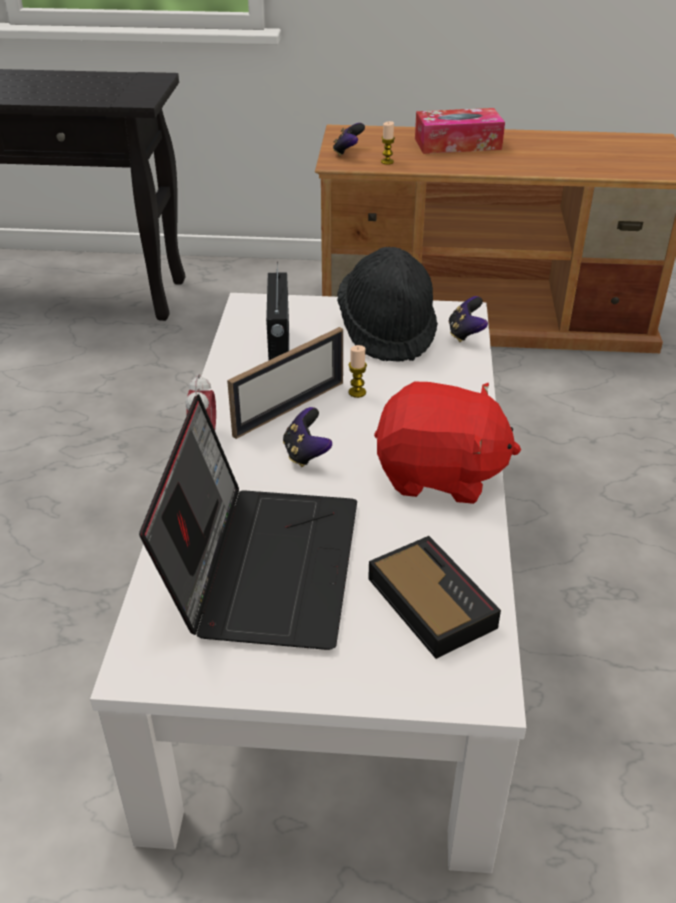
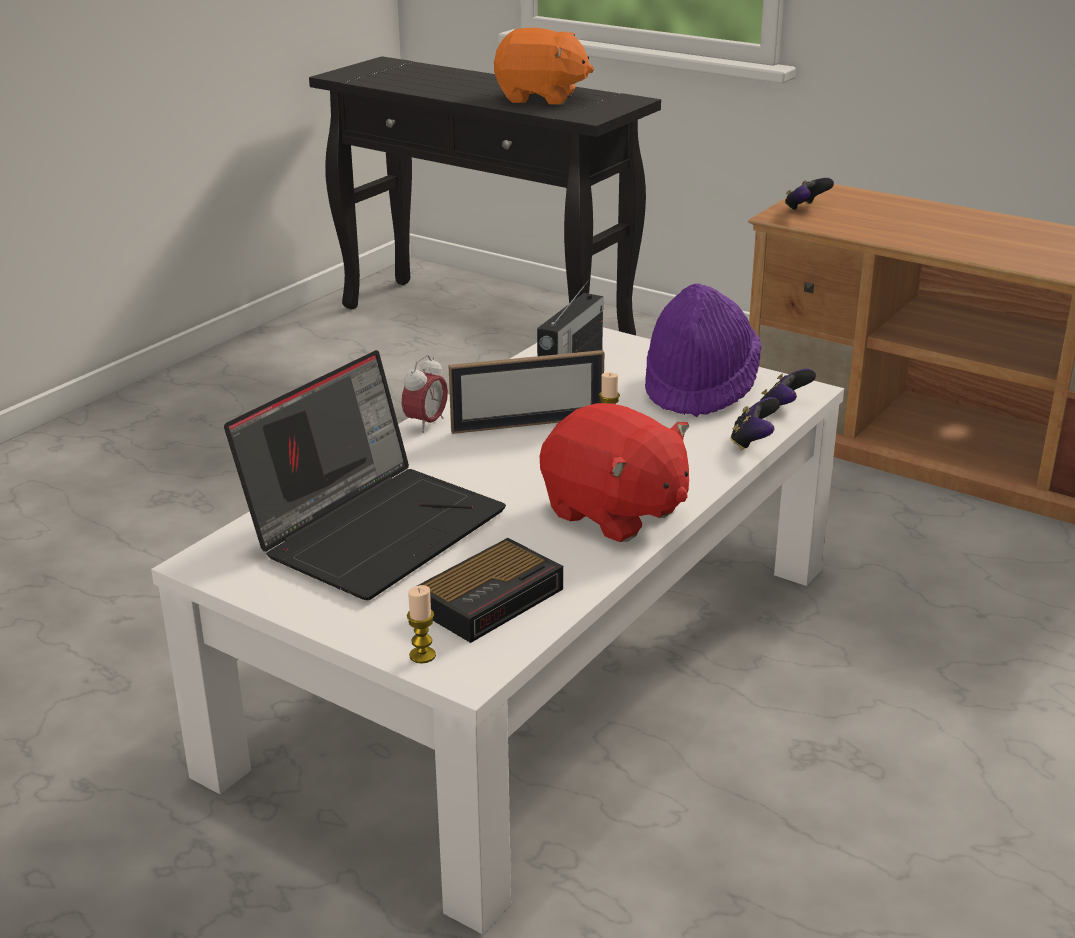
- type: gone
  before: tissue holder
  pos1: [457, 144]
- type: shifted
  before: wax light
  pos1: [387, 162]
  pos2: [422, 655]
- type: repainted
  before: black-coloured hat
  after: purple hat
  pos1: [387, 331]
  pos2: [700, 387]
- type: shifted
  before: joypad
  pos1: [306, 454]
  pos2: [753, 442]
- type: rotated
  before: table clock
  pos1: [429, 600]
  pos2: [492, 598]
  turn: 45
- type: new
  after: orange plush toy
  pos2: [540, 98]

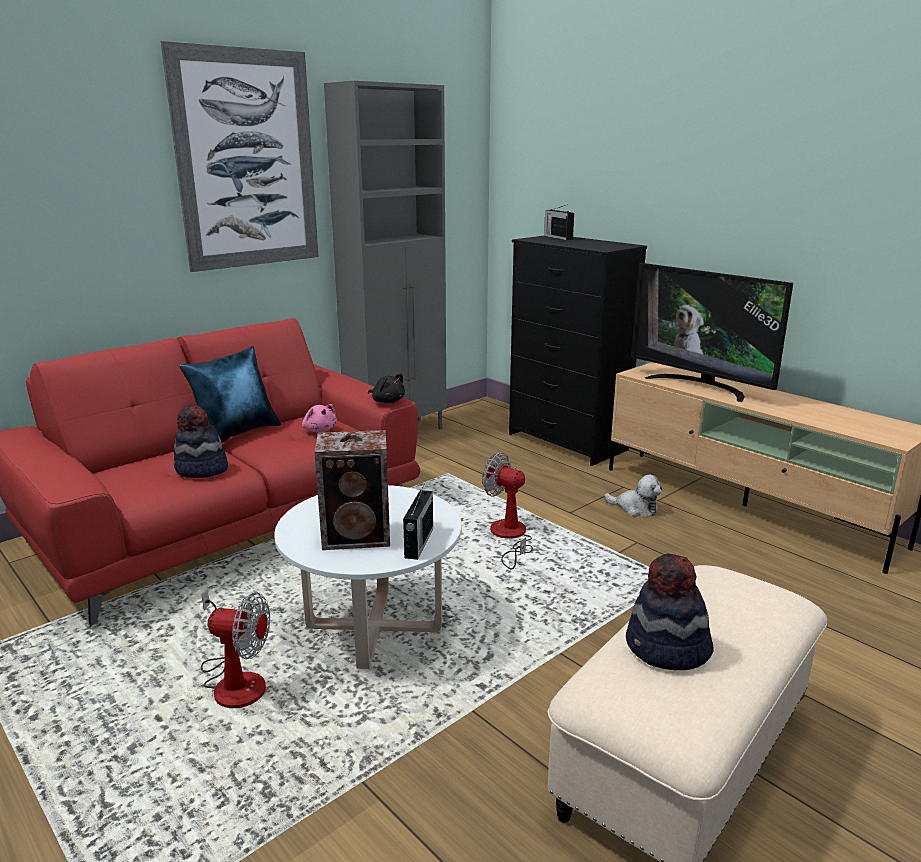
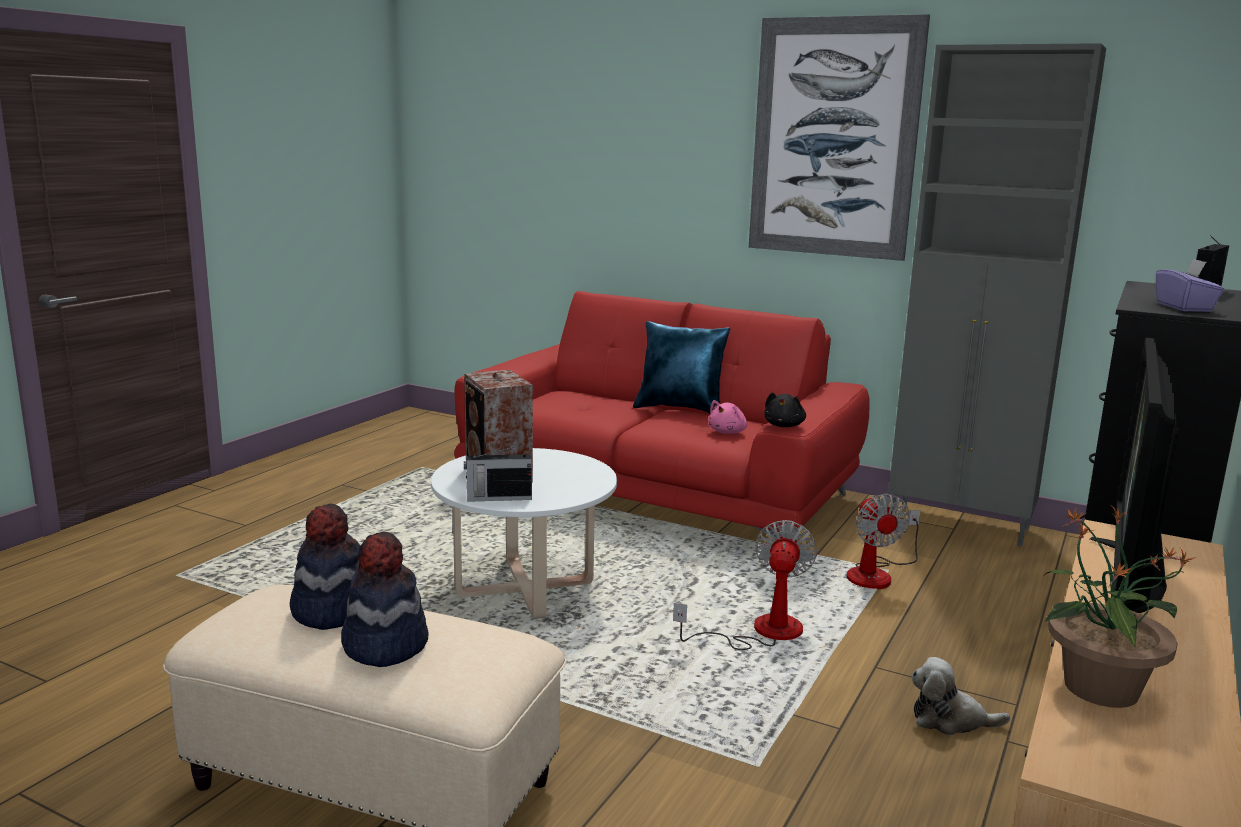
- type: shifted
  before: hat
  pos1: [201, 470]
  pos2: [384, 645]
- type: rotated
  before: plush toy
  pos1: [635, 508]
  pos2: [950, 720]
  turn: 90
- type: shifted
  before: cooling fan
  pos1: [235, 680]
  pos2: [877, 574]
- type: new
  after: purple tissue holder
  pos2: [1184, 307]
- type: new
  after: houseplant
  pos2: [1098, 689]

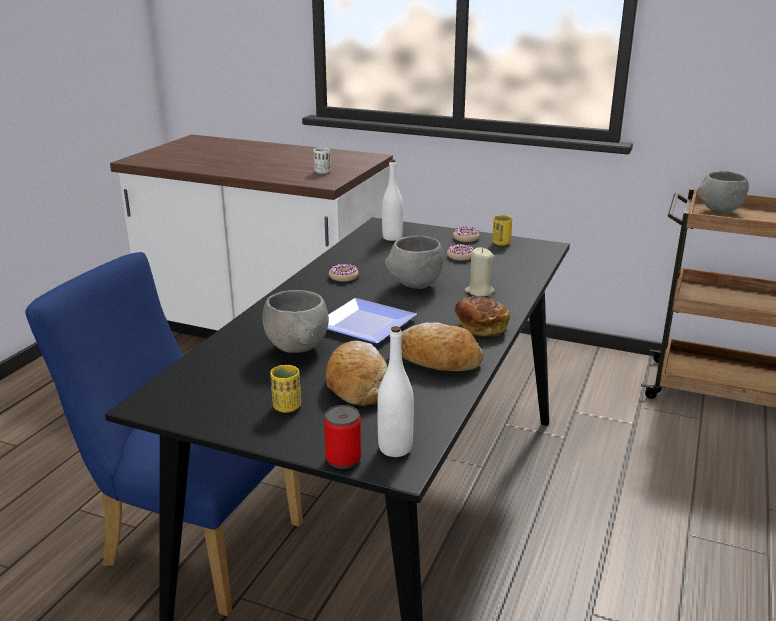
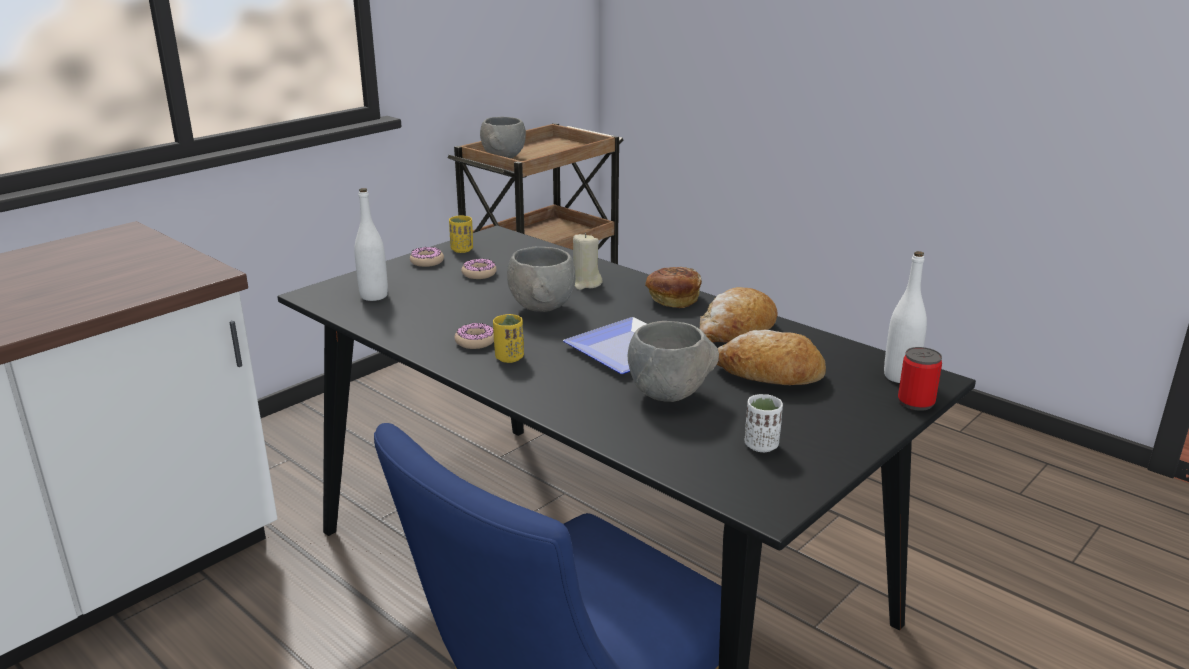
- type: shifted
  before: white-coloured cup
  pos1: [322, 172]
  pos2: [761, 445]
- type: shifted
  before: yellow-coloured cup
  pos1: [287, 407]
  pos2: [509, 358]

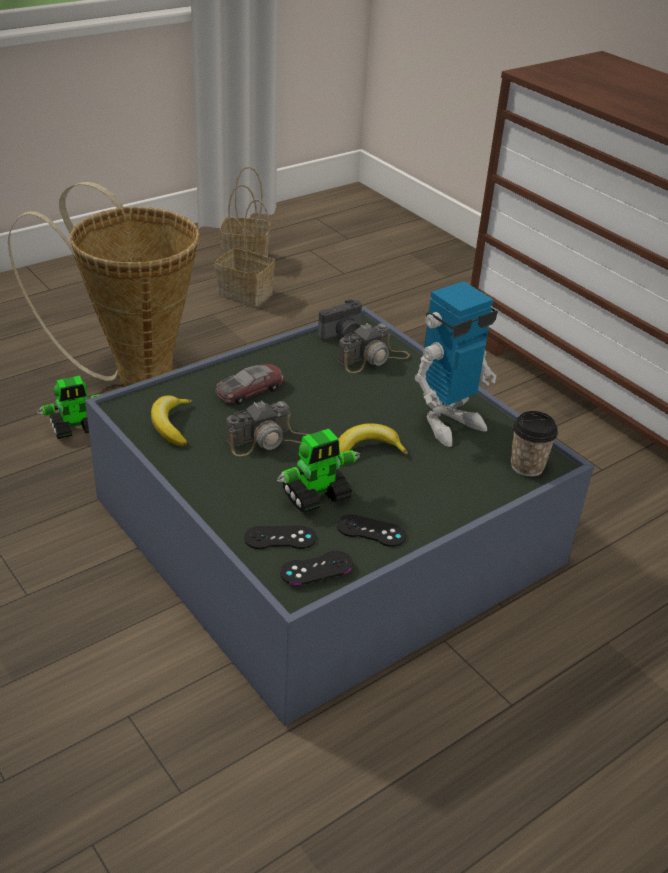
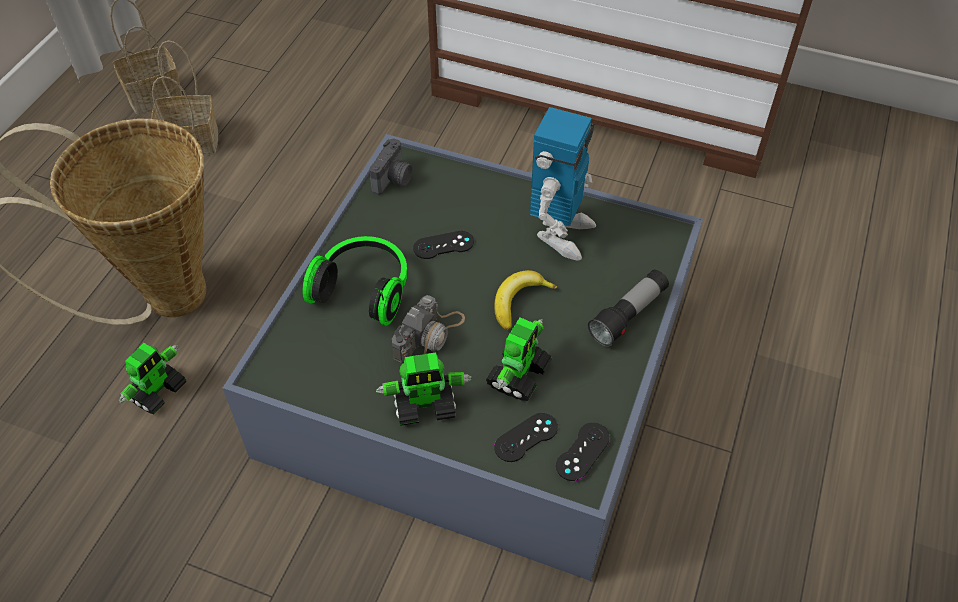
- type: gone
  before: still camera
  pos1: [373, 358]
- type: swapped
  before: miniature car
  after: headset
  pos1: [250, 390]
  pos2: [364, 289]
- type: gone
  before: banana
  pos1: [171, 425]
- type: gone
  before: cup
  pos1: [527, 466]
- type: shifted
  before: black-coloured joypad
  pos1: [371, 531]
  pos2: [443, 245]
- type: new
  after: flashlight
  pos2: [628, 315]
- type: new
  after: model robot
  pos2: [425, 405]

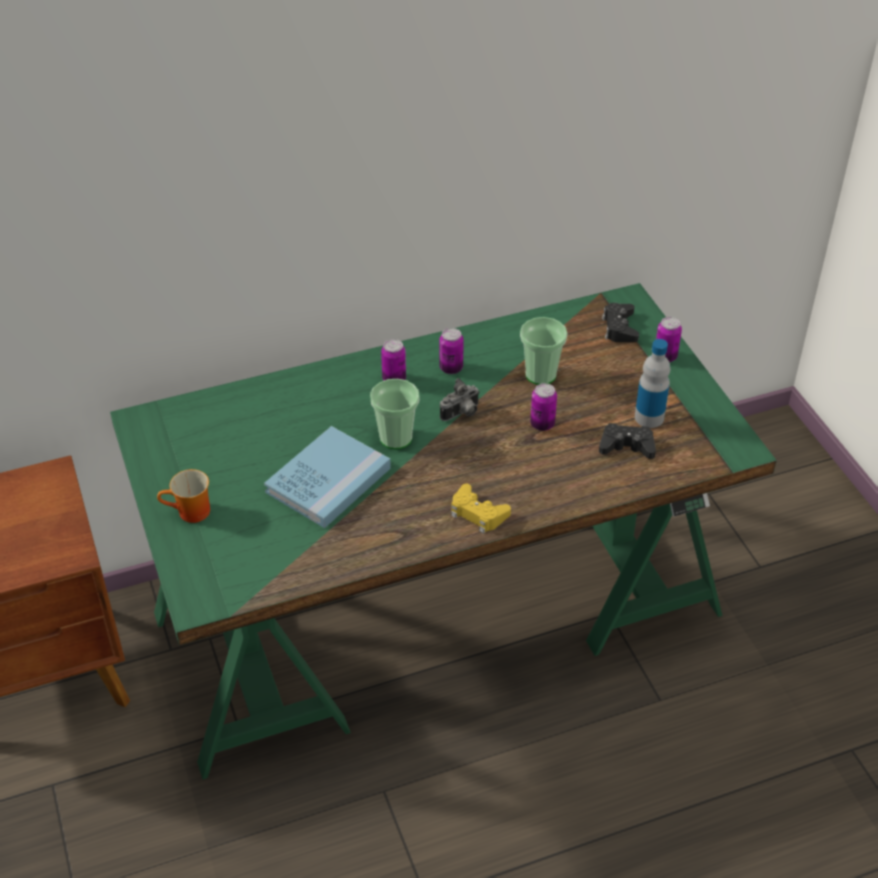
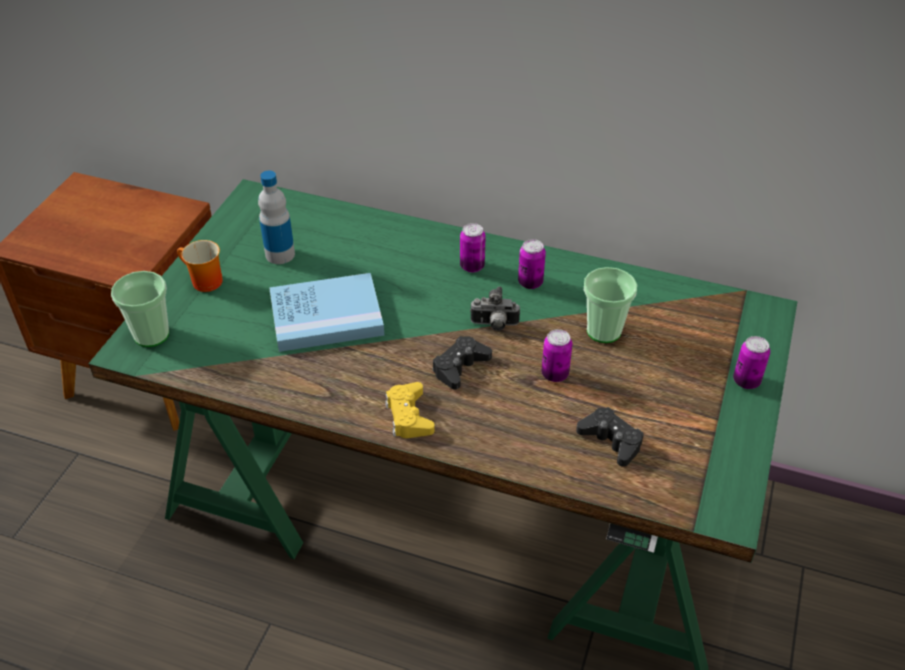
- type: shifted
  before: black-coloured joypad
  pos1: [619, 328]
  pos2: [460, 367]
- type: shifted
  before: drink bottle
  pos1: [649, 417]
  pos2: [280, 254]
- type: shifted
  before: cup
  pos1: [396, 438]
  pos2: [151, 335]

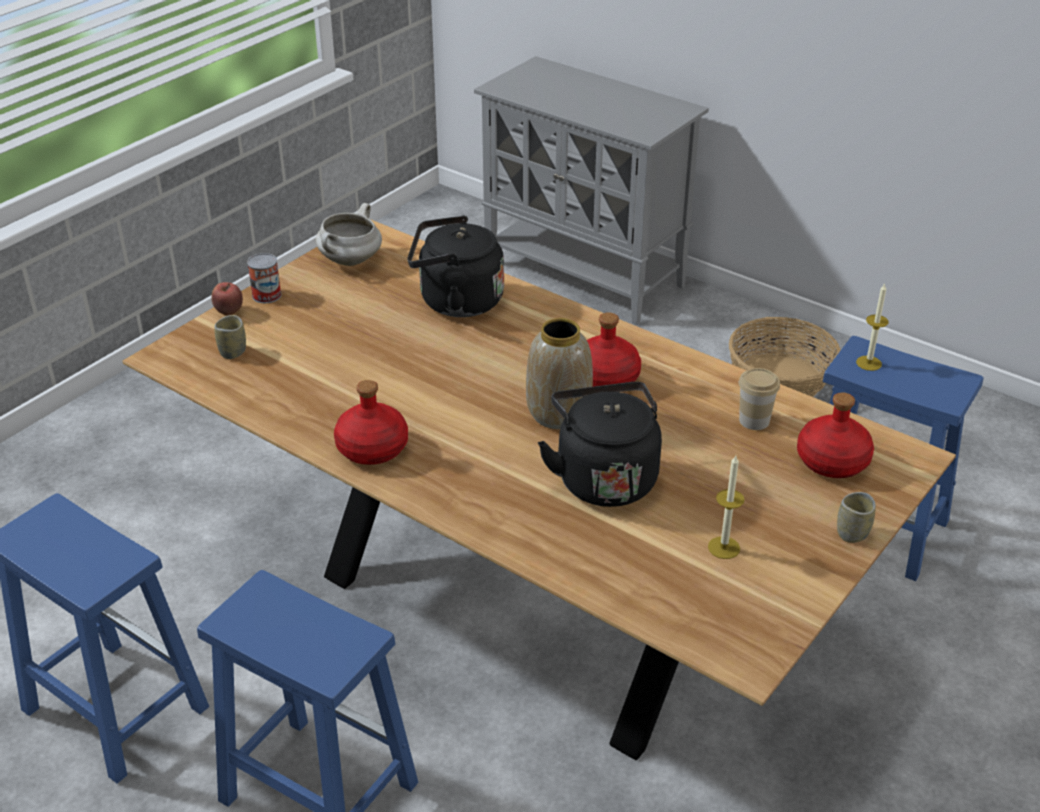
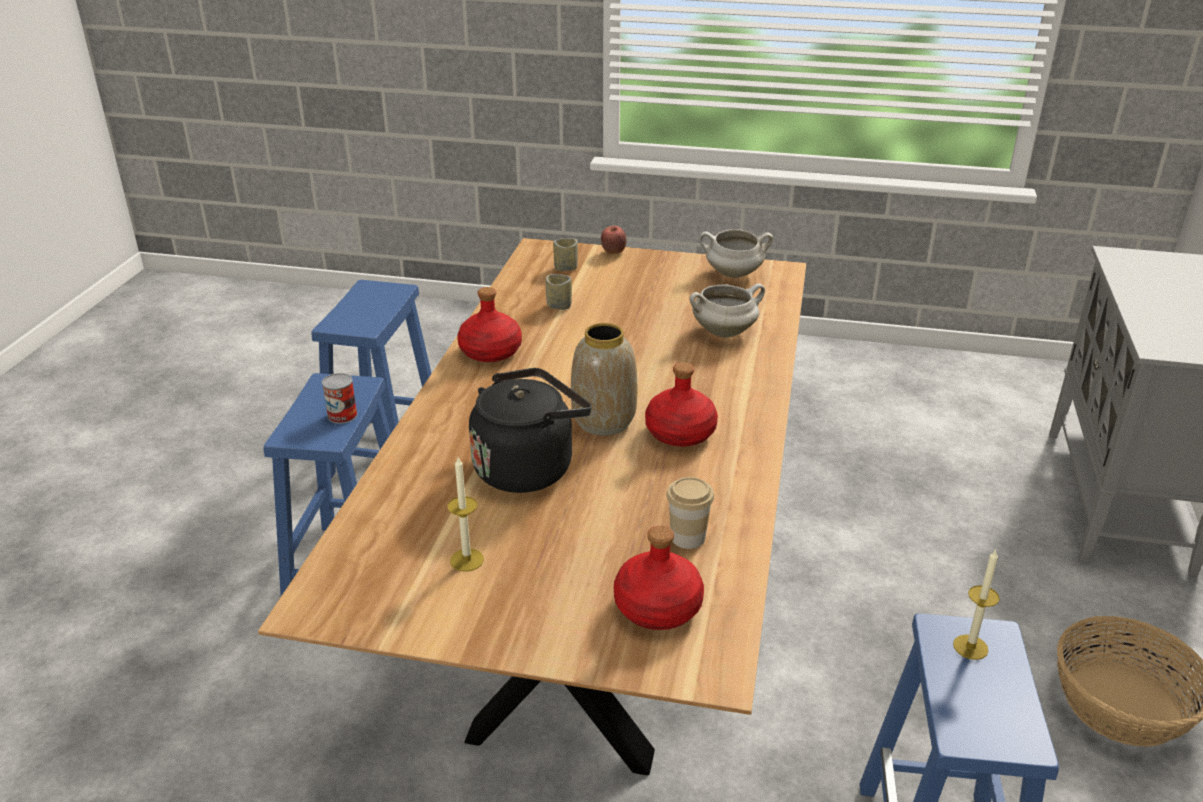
- type: swapped
  before: black-coloured water kettle
  after: white-coloured stockpot
  pos1: [455, 301]
  pos2: [724, 332]
- type: shifted
  before: sealed can
  pos1: [266, 295]
  pos2: [342, 415]
- type: shifted
  before: cup
  pos1: [852, 533]
  pos2: [559, 306]

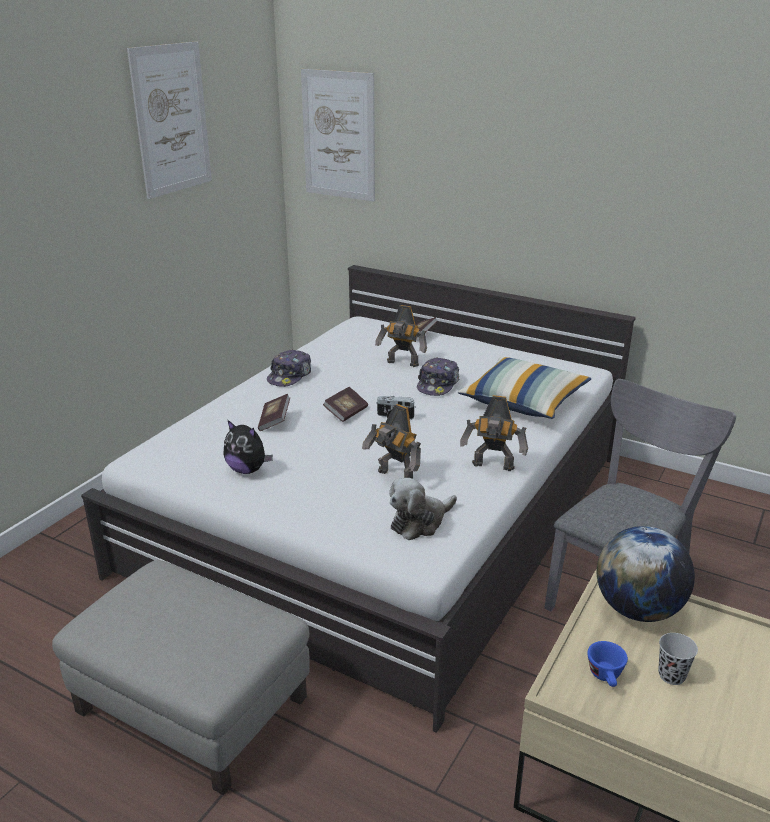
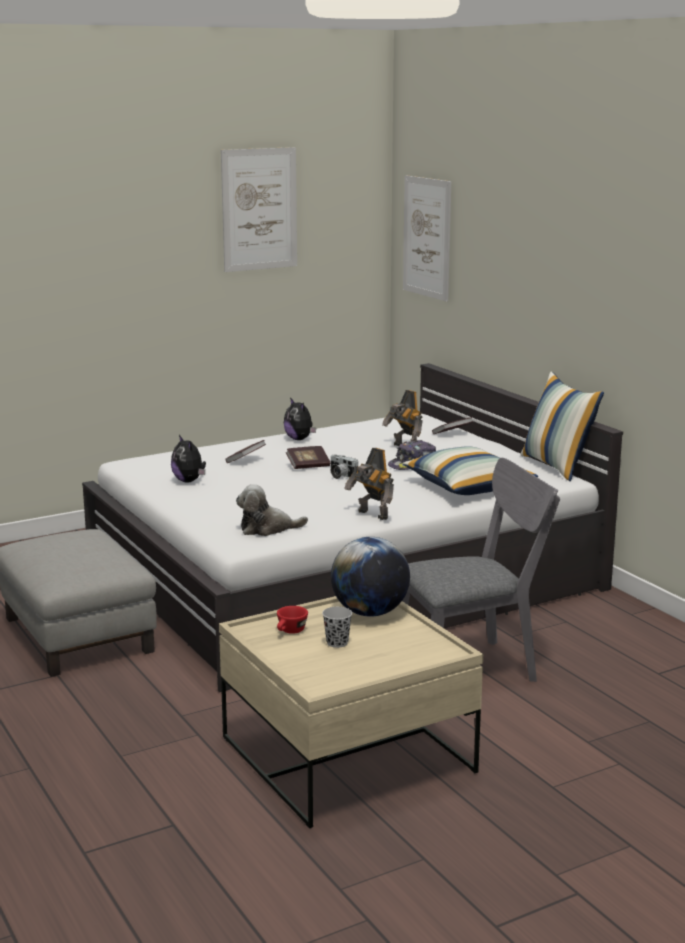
- type: swapped
  before: baseball cap
  after: plush toy
  pos1: [290, 376]
  pos2: [299, 439]
- type: gone
  before: model robot
  pos1: [394, 477]
- type: repainted
  before: blue-coloured cup
  after: reddish cup
  pos1: [606, 677]
  pos2: [290, 632]
- type: new
  after: throw pillow
  pos2: [557, 466]

